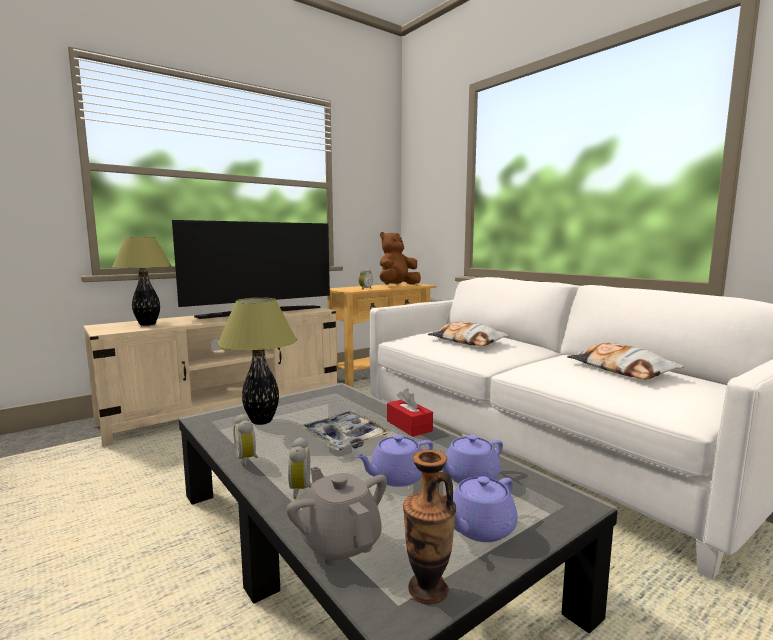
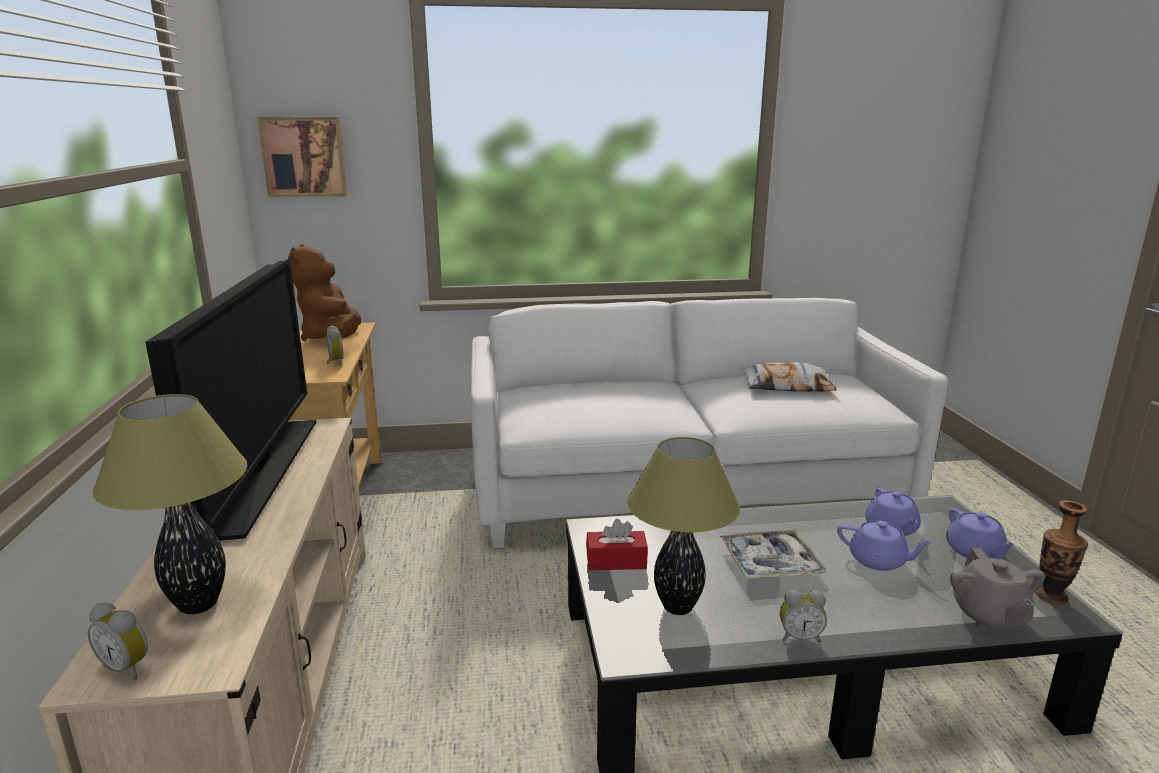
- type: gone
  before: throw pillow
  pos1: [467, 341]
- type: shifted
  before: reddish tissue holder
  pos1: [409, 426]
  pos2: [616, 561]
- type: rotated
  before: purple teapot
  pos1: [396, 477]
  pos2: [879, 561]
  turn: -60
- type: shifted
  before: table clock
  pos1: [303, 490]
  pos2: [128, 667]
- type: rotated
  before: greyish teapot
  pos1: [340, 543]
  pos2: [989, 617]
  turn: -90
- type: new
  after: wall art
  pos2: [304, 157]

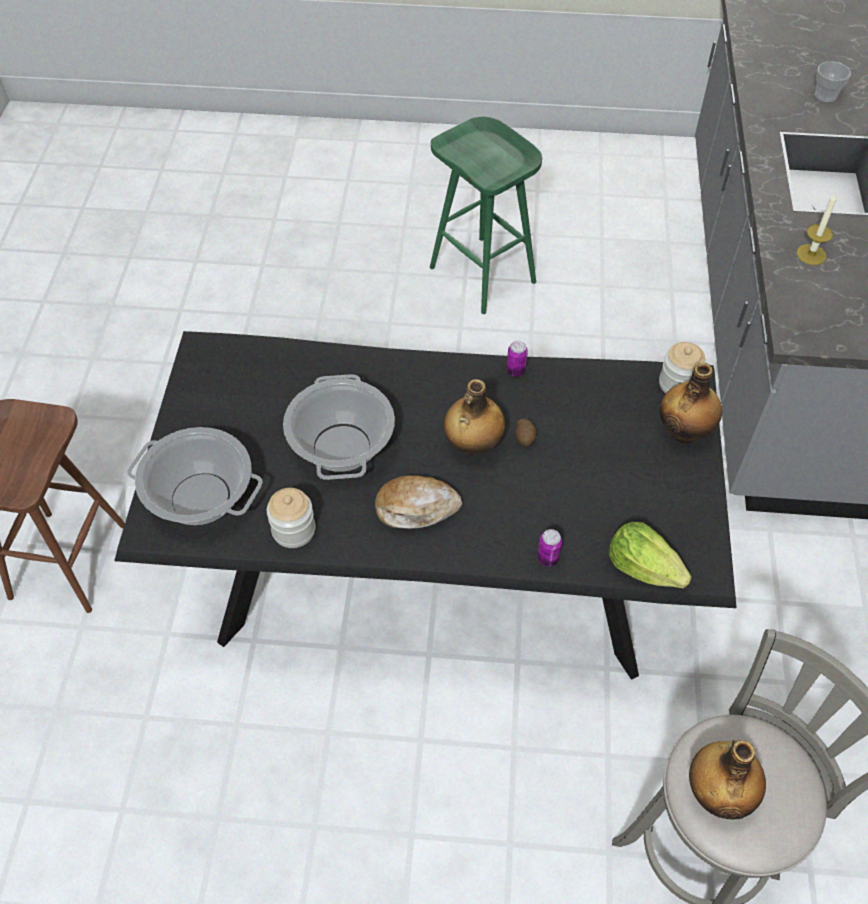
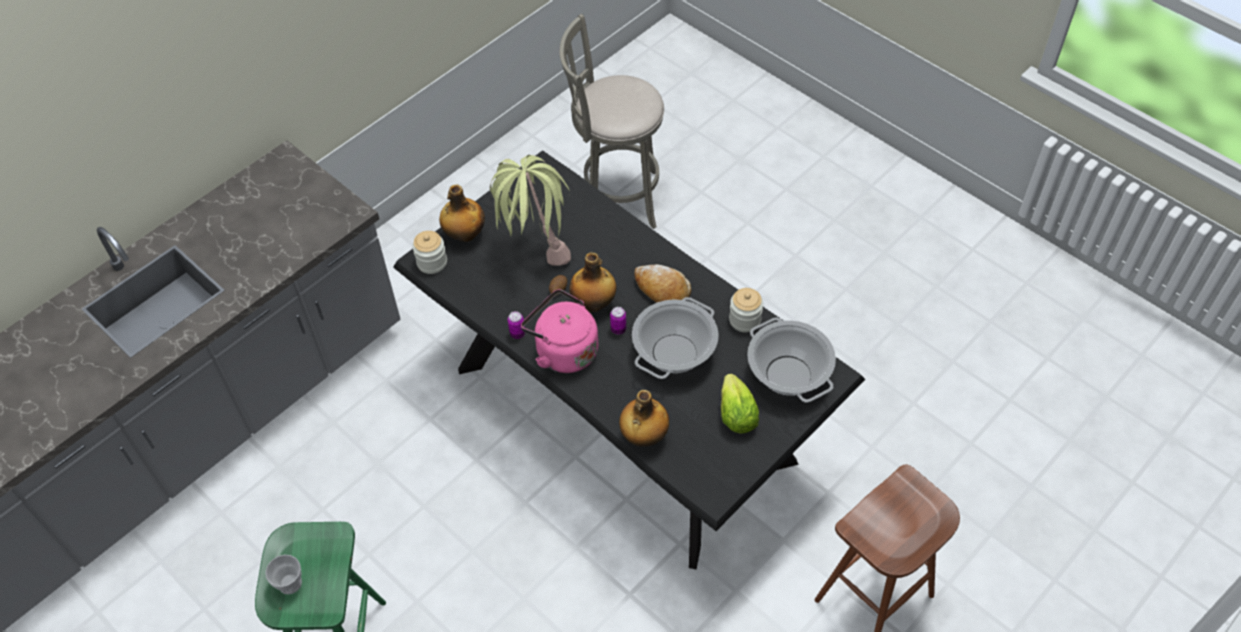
- type: shifted
  before: cup
  pos1: [825, 95]
  pos2: [290, 583]
- type: gone
  before: wax light
  pos1: [811, 254]
- type: shifted
  before: head of lettuce
  pos1: [643, 567]
  pos2: [736, 415]
- type: shifted
  before: sealed can
  pos1: [547, 558]
  pos2: [618, 329]
- type: shifted
  before: drink bottle
  pos1: [718, 793]
  pos2: [643, 436]
- type: new
  after: houseplant
  pos2: [534, 250]
- type: new
  after: pink-coloured water kettle
  pos2: [563, 350]

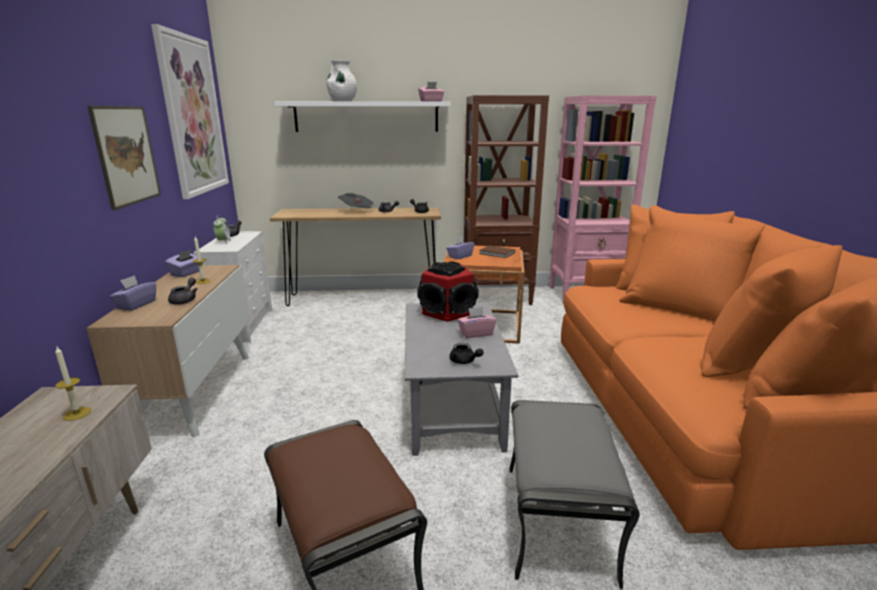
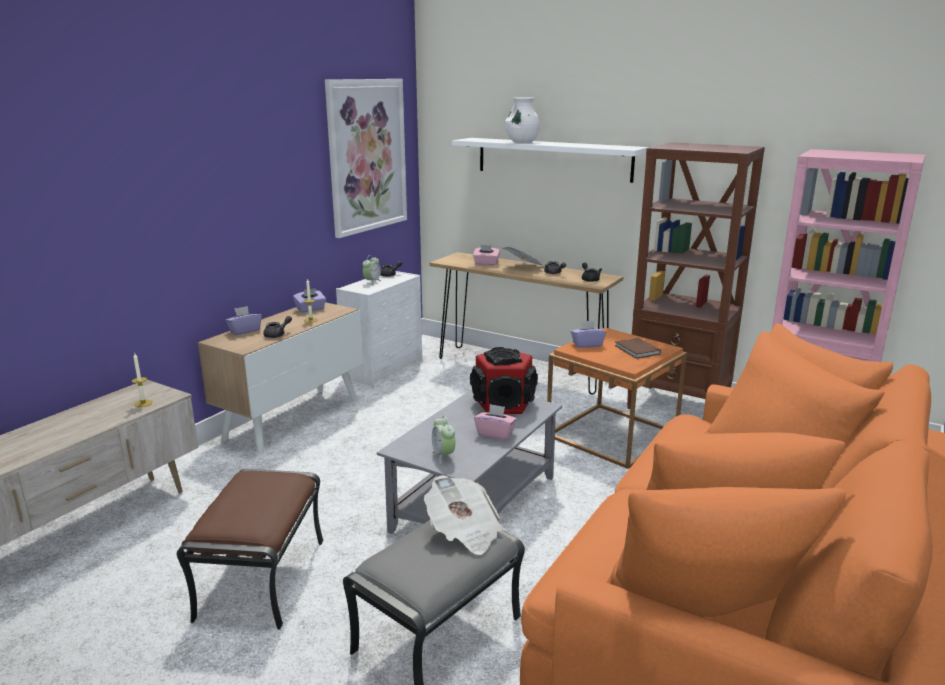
- type: shifted
  before: pink-coloured tissue holder
  pos1: [431, 101]
  pos2: [486, 263]
- type: gone
  before: wall art
  pos1: [127, 155]
- type: swapped
  before: black-coloured teapot
  after: table clock
  pos1: [464, 361]
  pos2: [443, 455]
- type: new
  after: printed paper
  pos2: [464, 532]

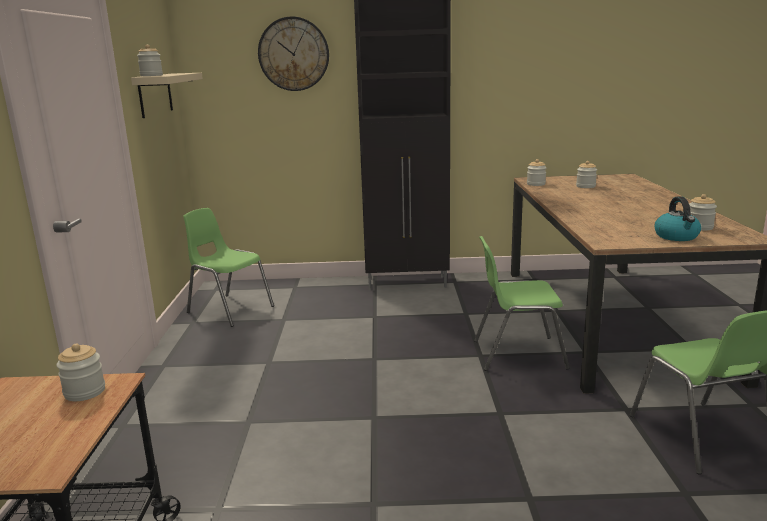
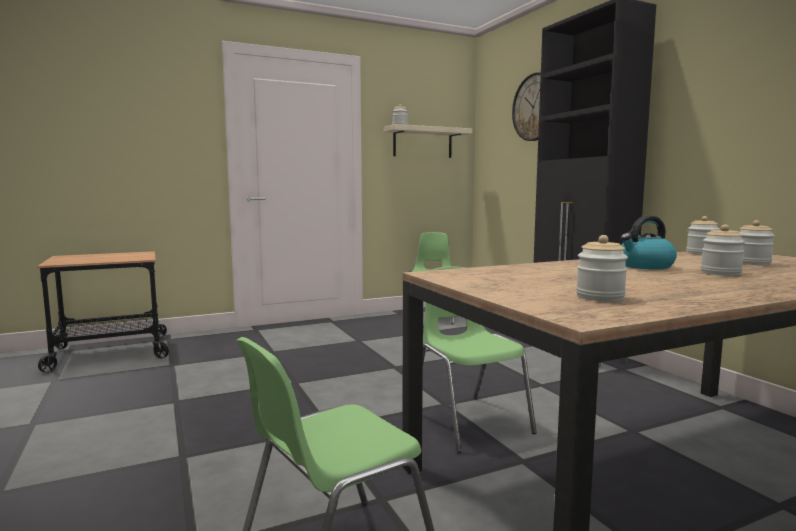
- type: shifted
  before: water kettle
  pos1: [677, 236]
  pos2: [645, 266]
- type: shifted
  before: preserve jar
  pos1: [85, 392]
  pos2: [720, 273]

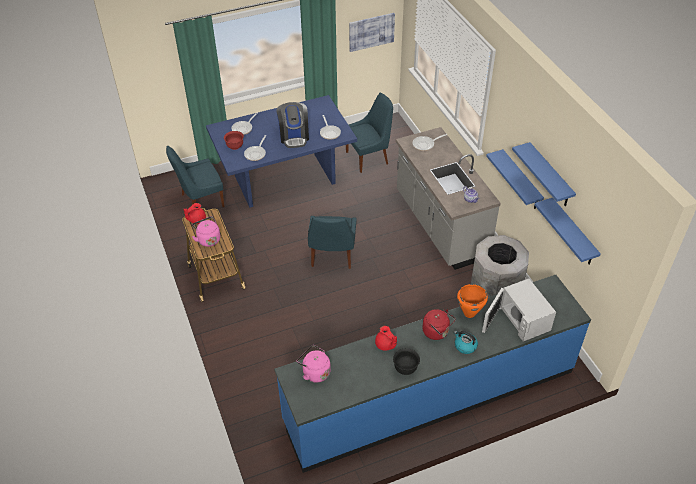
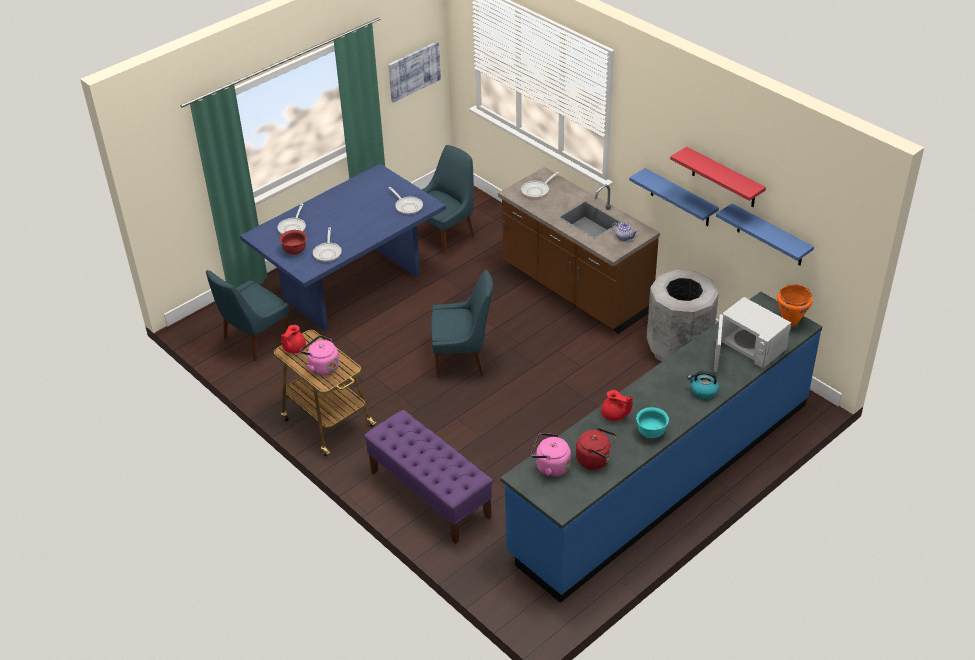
- type: gone
  before: coffee brewer
  pos1: [294, 136]
- type: repainted
  before: greyish counter
  after: brown counter
  pos1: [439, 225]
  pos2: [575, 290]
- type: repainted
  before: blue-coloured wall shelf
  after: reddish wall shelf
  pos1: [550, 176]
  pos2: [724, 178]
- type: rotated
  before: blue-coloured chair
  pos1: [332, 256]
  pos2: [463, 359]
  turn: -75
- type: shifted
  before: orange stockpot
  pos1: [469, 313]
  pos2: [790, 321]
- type: shifted
  before: reddish water kettle
  pos1: [437, 332]
  pos2: [595, 460]
- type: repainted
  before: black-coloured serving bowl
  after: turquoise-coloured serving bowl
  pos1: [405, 368]
  pos2: [651, 432]
- type: new
  after: purple long seat
  pos2: [429, 494]

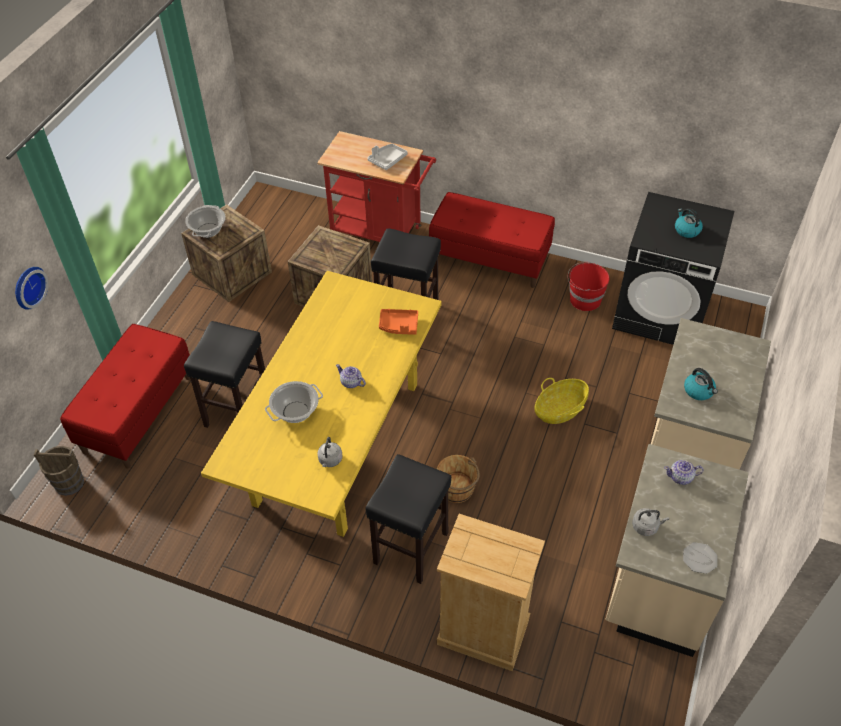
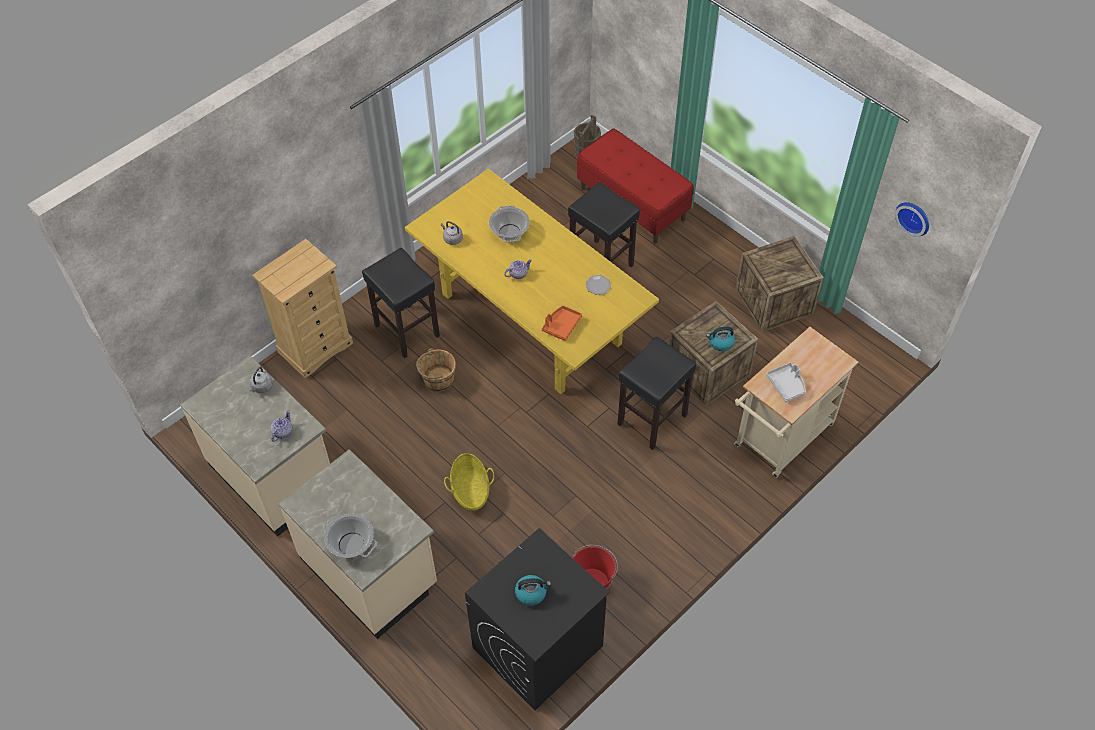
- type: repainted
  before: reddish trolley
  after: sand-coloured trolley
  pos1: [381, 234]
  pos2: [779, 440]
- type: gone
  before: reddish long seat
  pos1: [490, 259]
- type: shifted
  before: stockpot
  pos1: [208, 230]
  pos2: [351, 544]
- type: shifted
  before: hanging clock
  pos1: [28, 287]
  pos2: [914, 217]
- type: shifted
  before: water kettle
  pos1: [699, 391]
  pos2: [720, 342]
- type: shifted
  before: flat dish
  pos1: [700, 559]
  pos2: [597, 285]

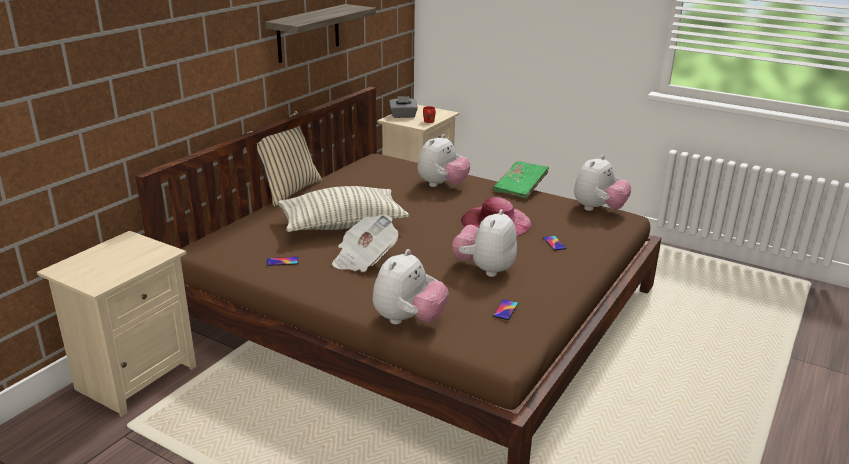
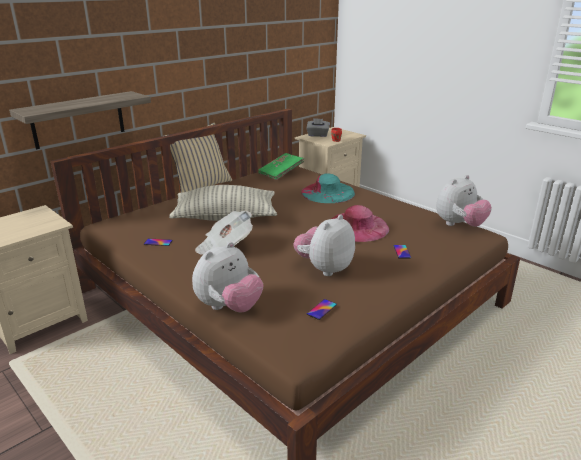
- type: shifted
  before: wall shelf
  pos1: [308, 33]
  pos2: [78, 120]
- type: swapped
  before: plush toy
  after: turquoise-coloured hat
  pos1: [442, 185]
  pos2: [327, 192]
- type: shifted
  before: greenish bound book
  pos1: [520, 188]
  pos2: [281, 173]

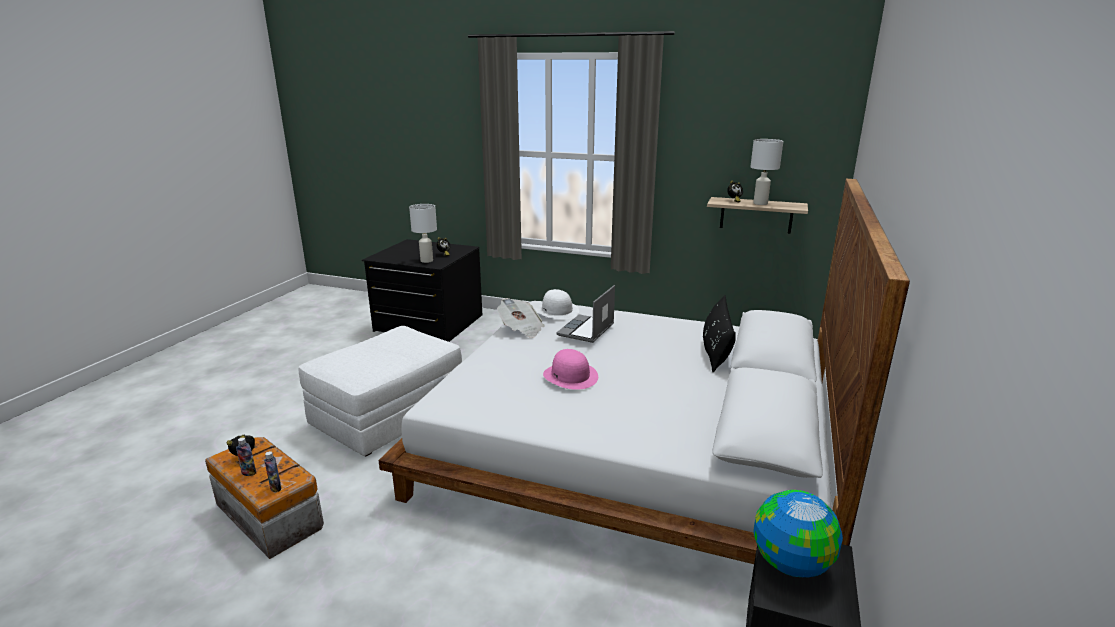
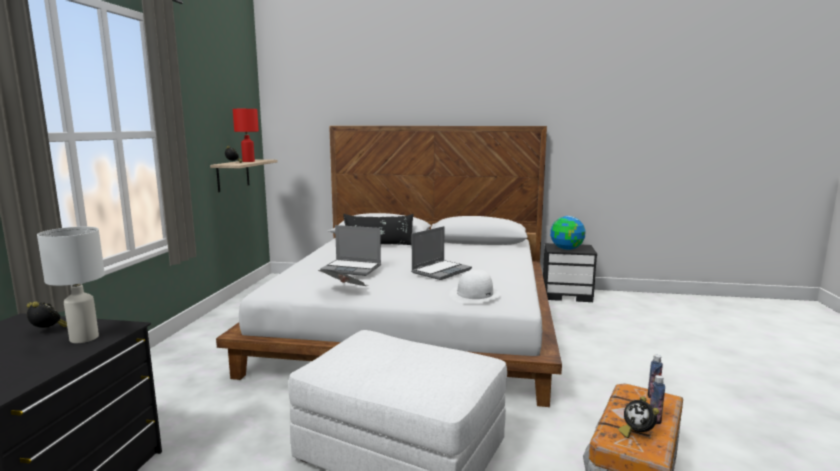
- type: repainted
  before: white-coloured tabletop lamp
  after: reddish tabletop lamp
  pos1: [760, 203]
  pos2: [248, 161]
- type: shifted
  before: white-coloured hat
  pos1: [557, 311]
  pos2: [475, 295]
- type: swapped
  before: pink-coloured hat
  after: laptop
  pos1: [570, 376]
  pos2: [441, 271]

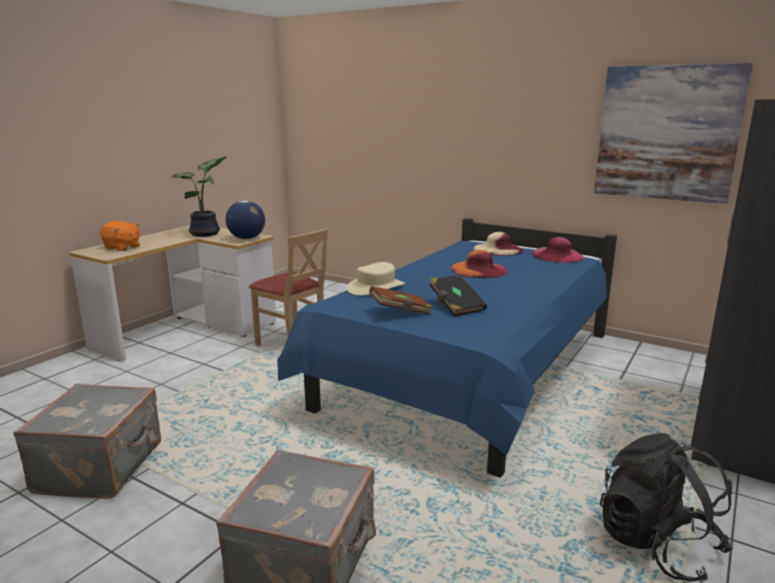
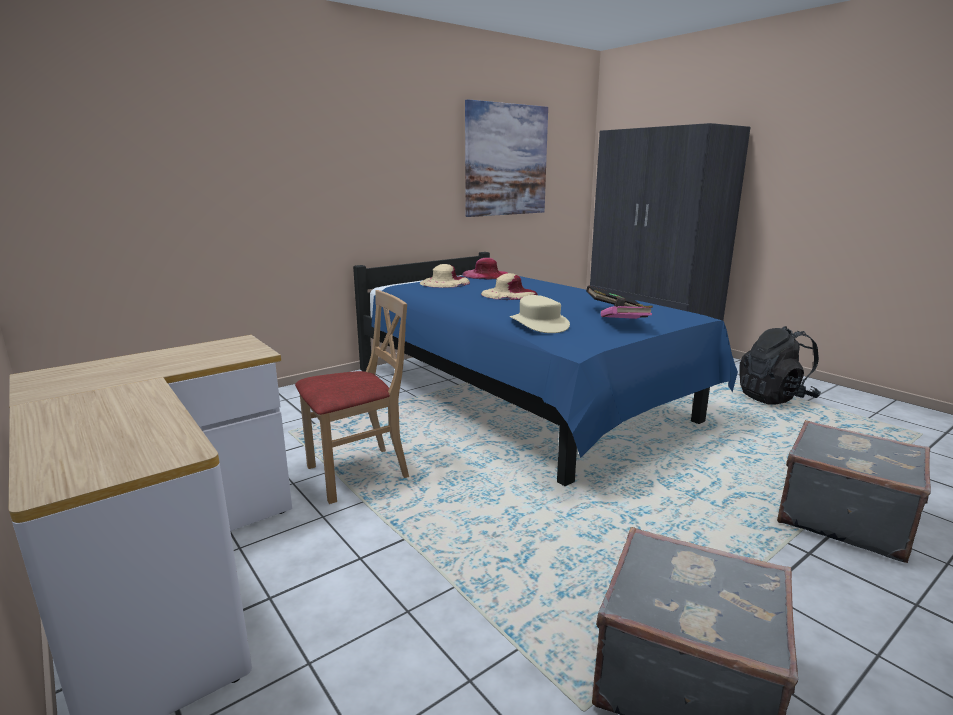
- type: gone
  before: houseplant
  pos1: [207, 234]
- type: gone
  before: world globe
  pos1: [246, 238]
- type: gone
  before: orange plush toy
  pos1: [122, 247]
- type: repainted
  before: orange hat
  after: sand-coloured hat
  pos1: [478, 270]
  pos2: [509, 294]
- type: repainted
  before: brown bound book
  after: pink-coloured bound book
  pos1: [401, 312]
  pos2: [625, 324]

